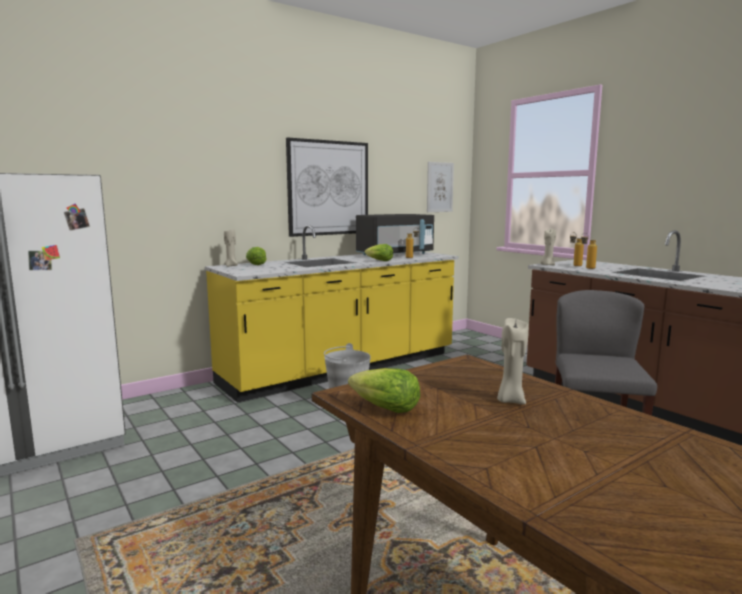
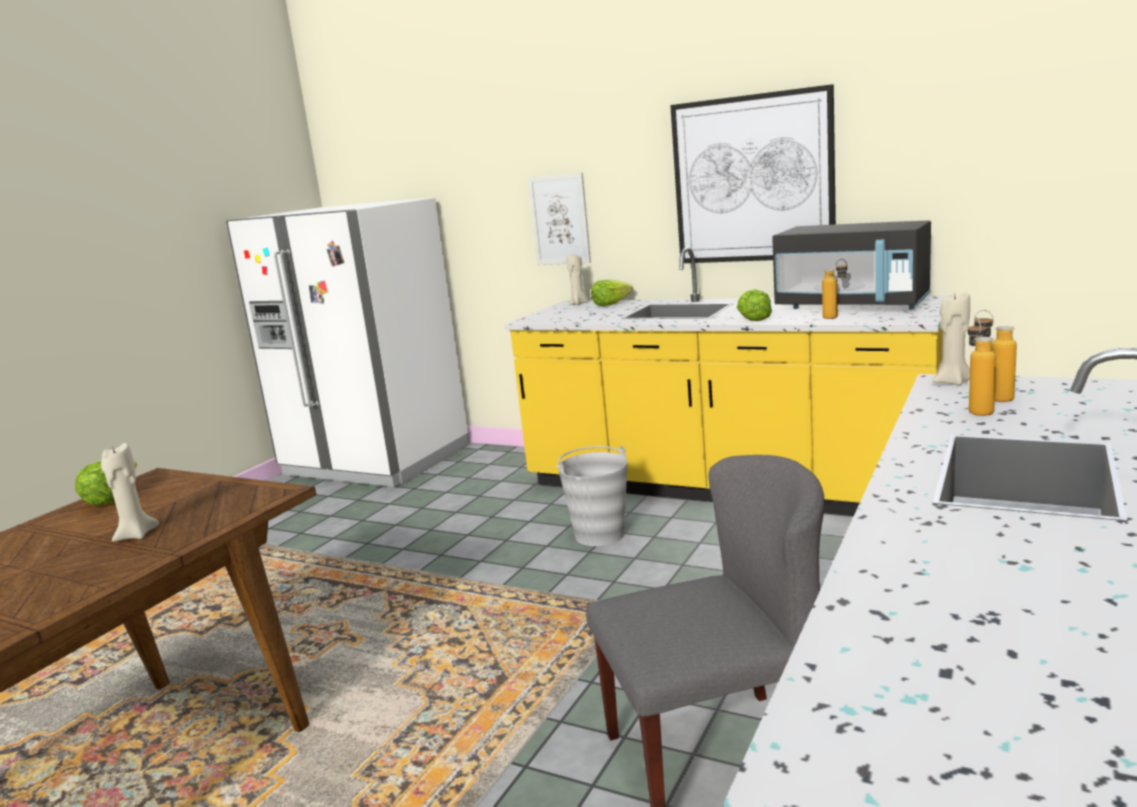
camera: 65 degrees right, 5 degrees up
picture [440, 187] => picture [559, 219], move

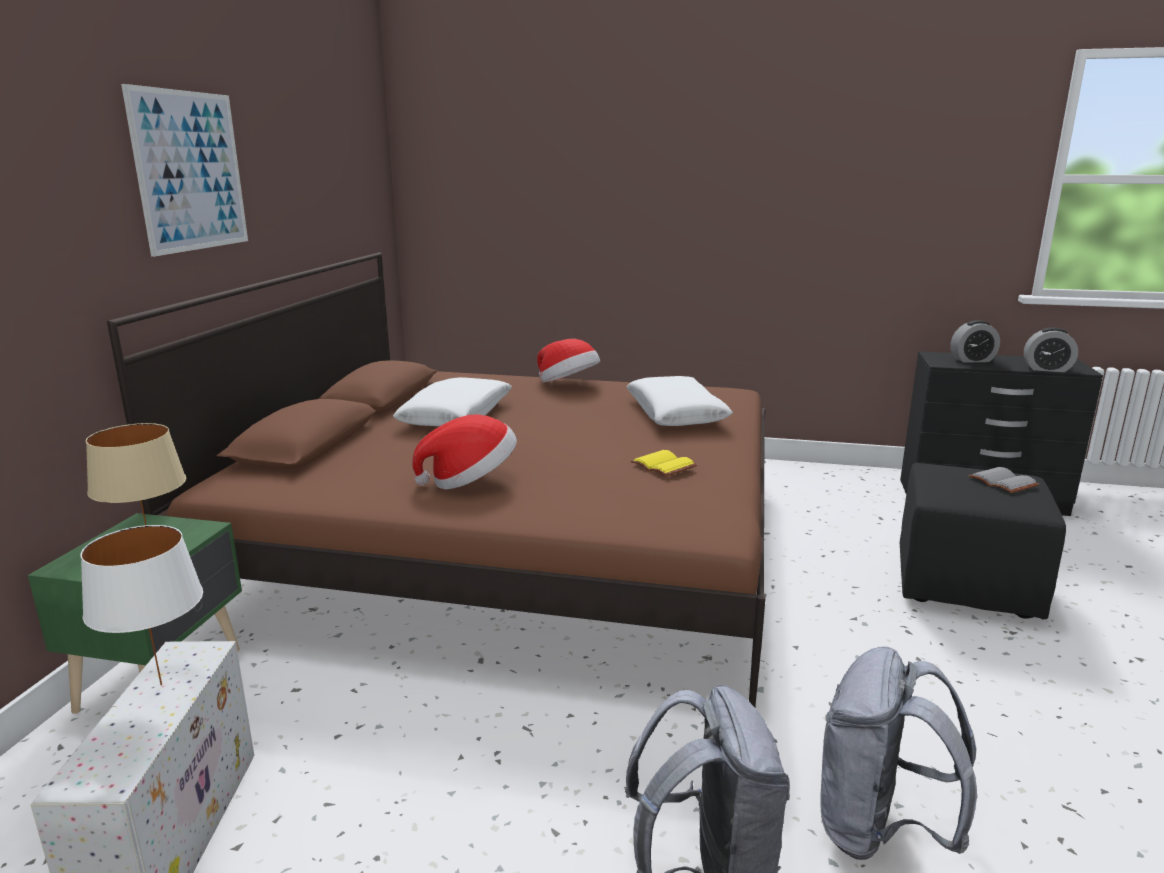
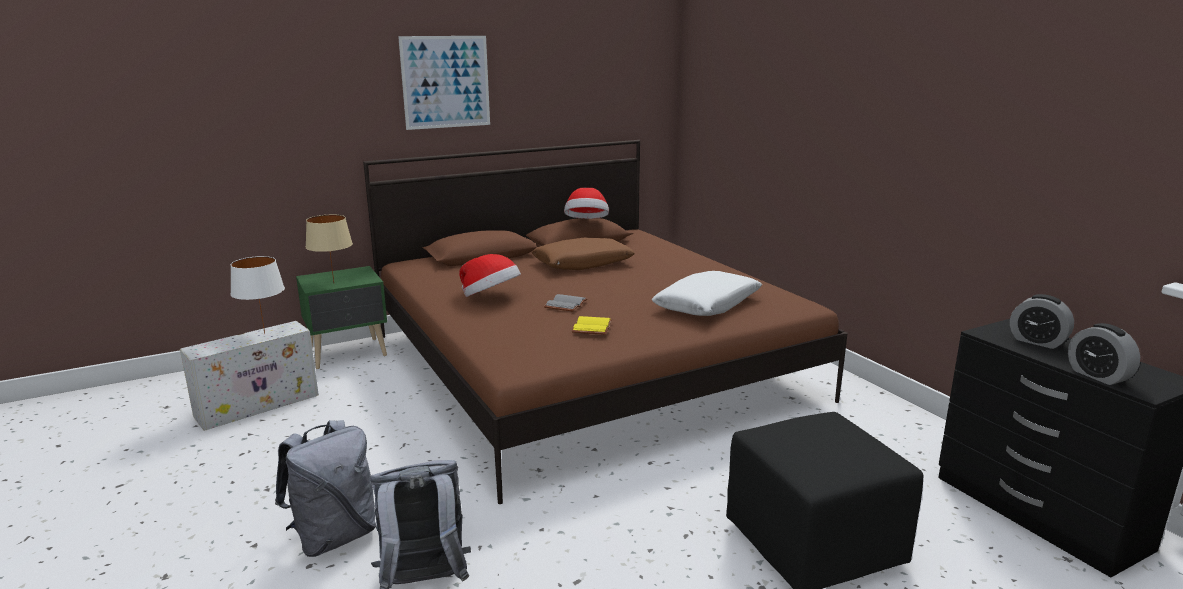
camera: 50 degrees right, 0 degrees up
white_pillow [452, 401] => brown_pillow [583, 253]
grey_book [1003, 480] => grey_book [565, 303], move
hat [568, 361] => hat [586, 203], move

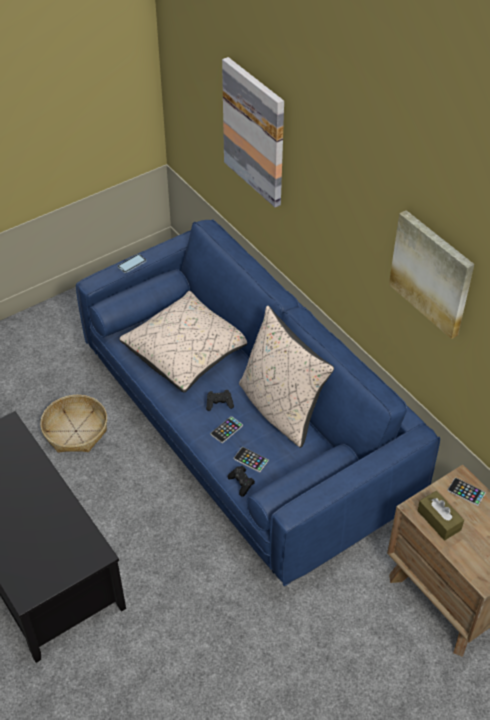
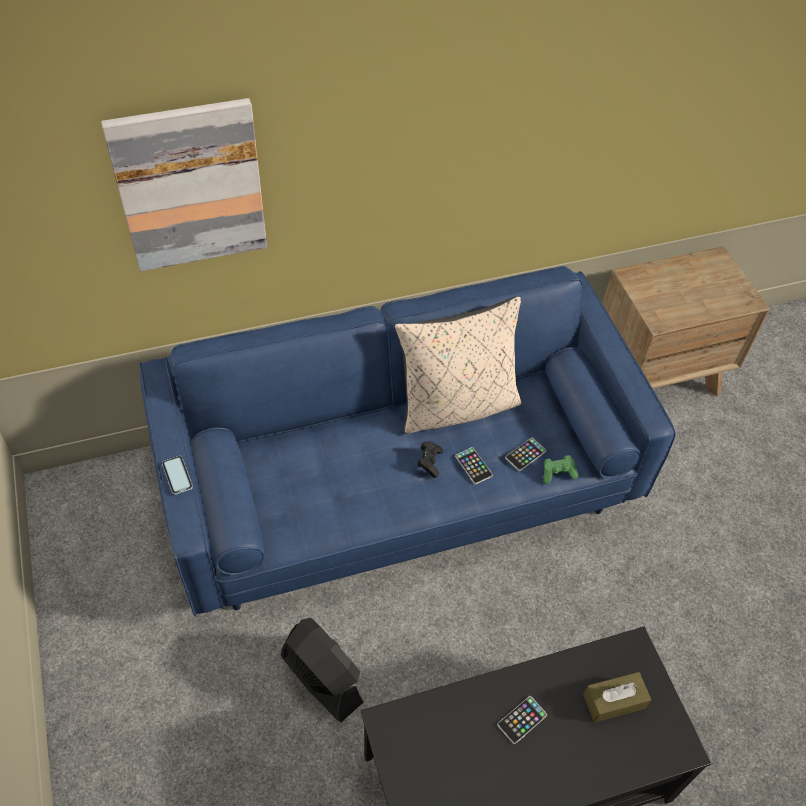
camera: 75 degrees left, 5 degrees up
basket [73, 424] => black_fan [322, 670]
phone [466, 492] => phone [522, 720], move
black_game_controller [241, 481] => green_game_controller [560, 469]
brown_tissue_box [440, 515] => brown_tissue_box [617, 697], move
beige_pillow [183, 341] => nothing
picture [431, 274] => nothing

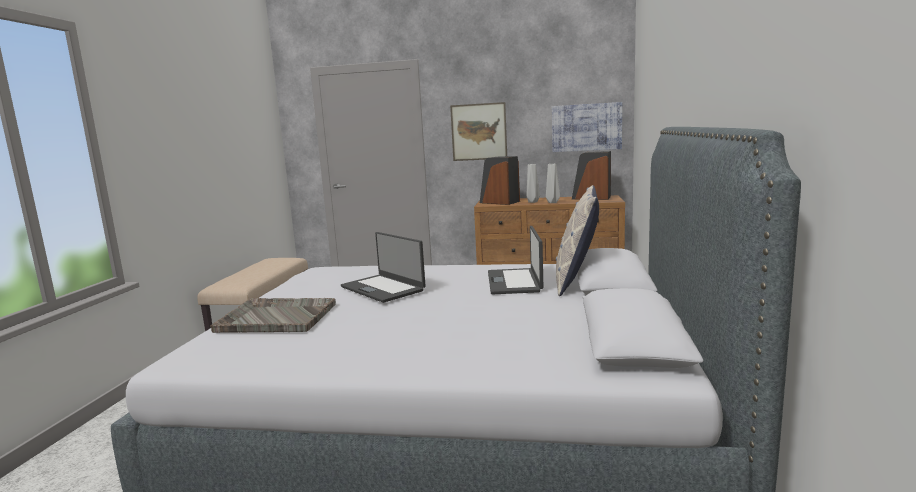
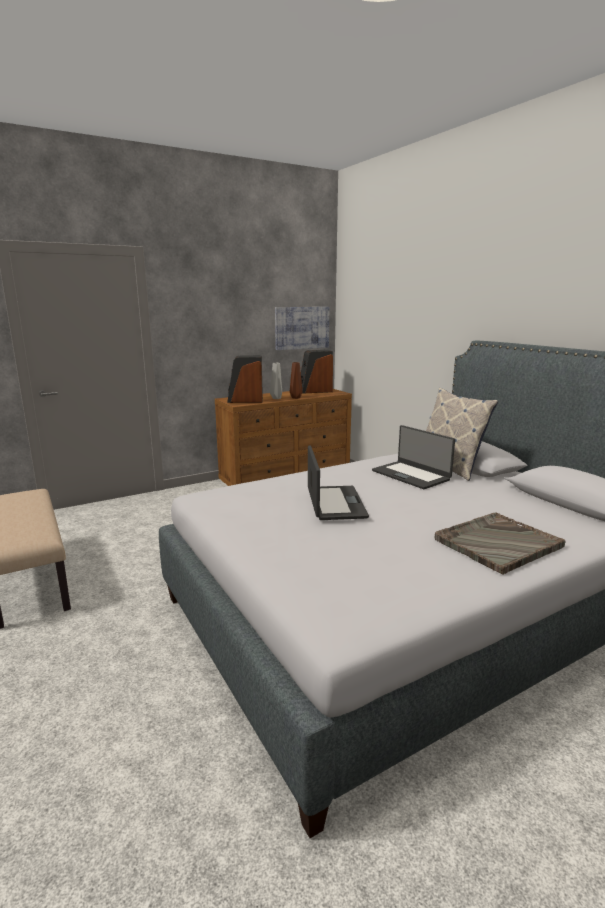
camera: 40 degrees left, 5 degrees up
grey_vase [553, 183] => brown_vase [296, 380]
laptop [383, 267] => laptop [338, 482], 105 degrees counterclockwise
grey_tray [273, 315] => grey_tray [500, 543], move
picture [478, 131] => nothing

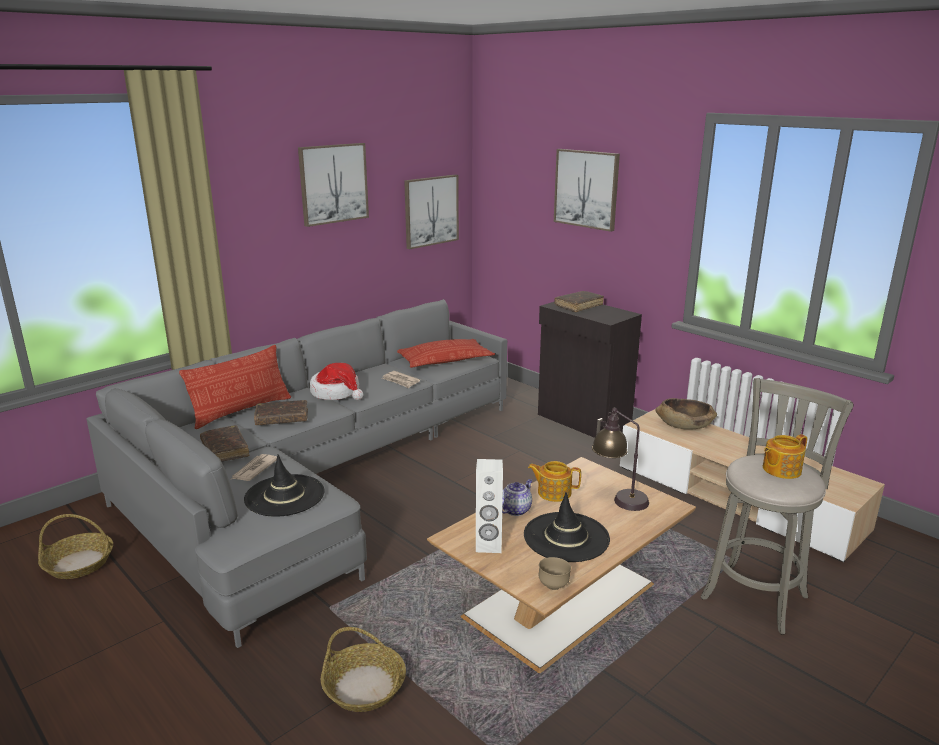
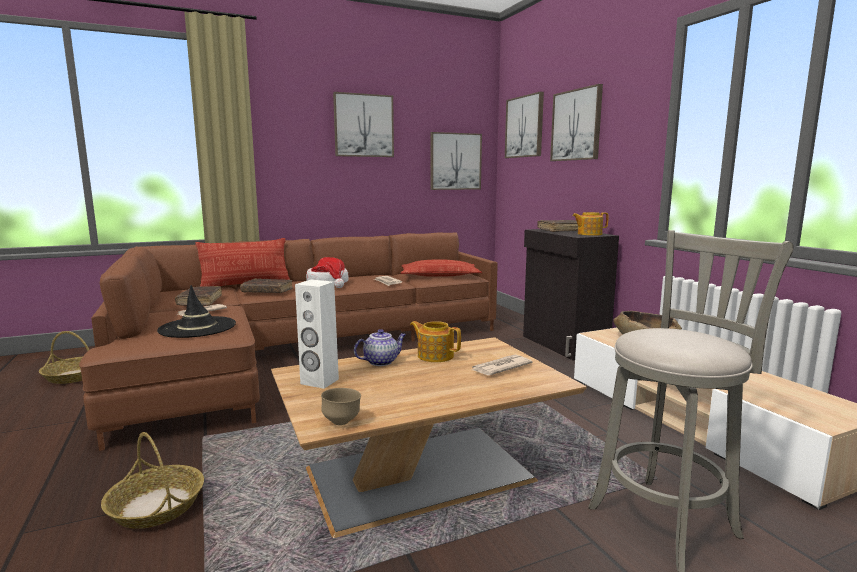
camera: 20 degrees right, 10 degrees down
grey_sofa [296, 473] => brown_sofa [288, 341]
table_lamp [620, 459] => newspaper [502, 365]
nothing => picture [524, 125]
teapot [785, 456] => teapot [590, 224], move
black_hat [567, 527] => nothing

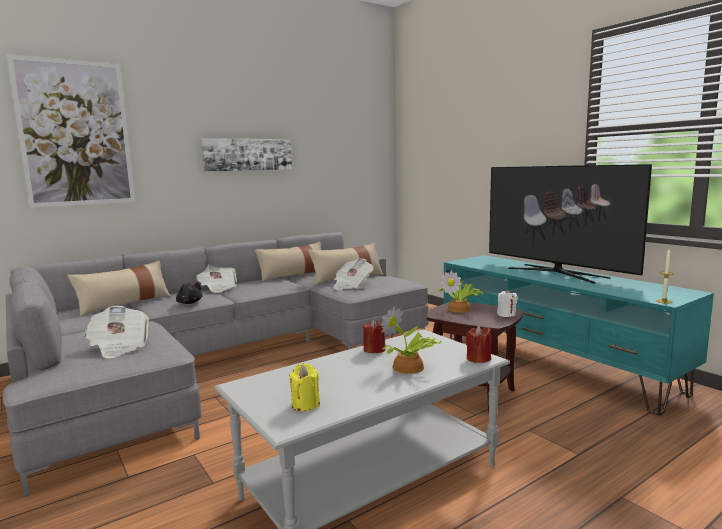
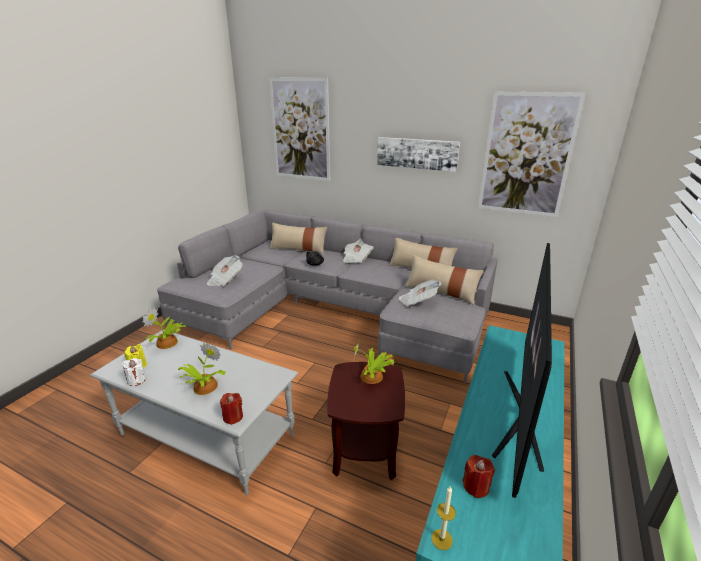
camera: 60 degrees right, 15 degrees up
white_candle [507, 303] => white_candle [134, 372], move
nothing => potted_plant [164, 328]
red_candle [374, 336] => red_candle [478, 476], move
nothing => picture [532, 154]

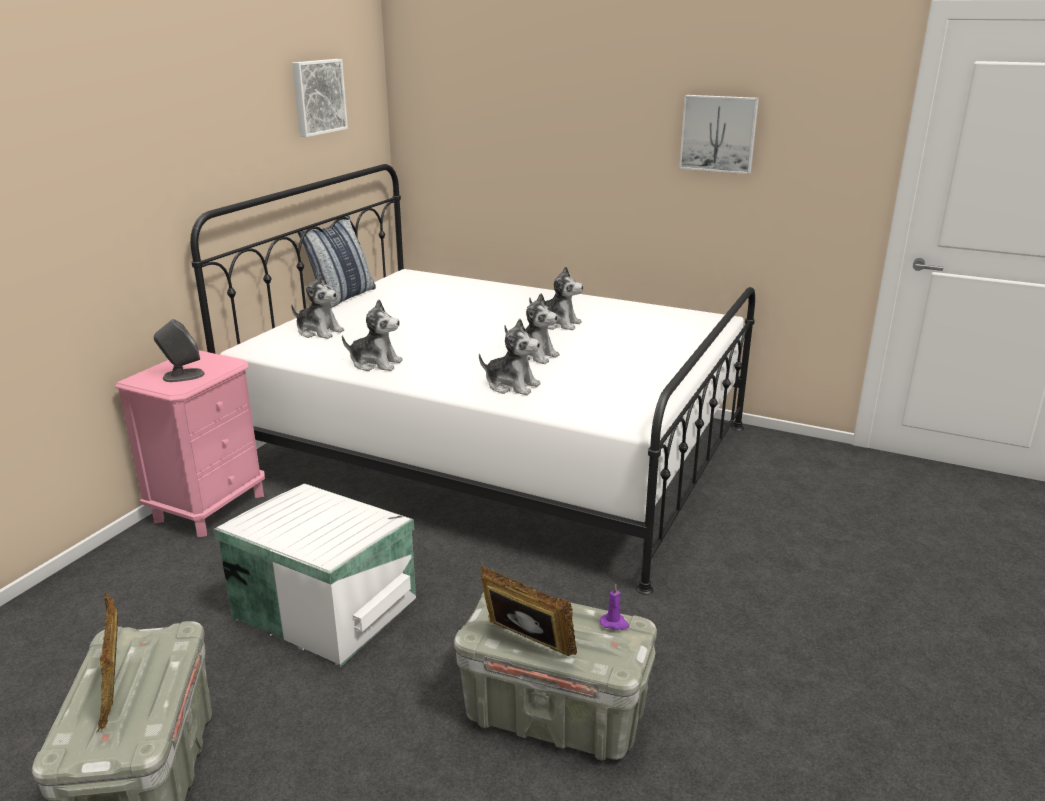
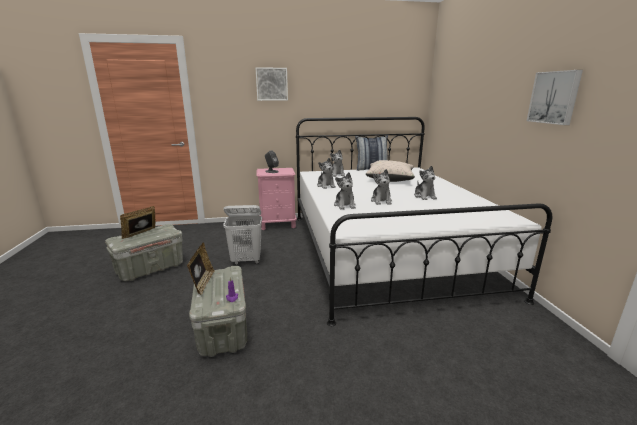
camera: 55 degrees right, 5 degrees down
white_storage_box [315, 575] => white_laundry_basket [242, 235]
picture [320, 98] => picture [272, 84], move
nothing => beige_pillow [390, 171]

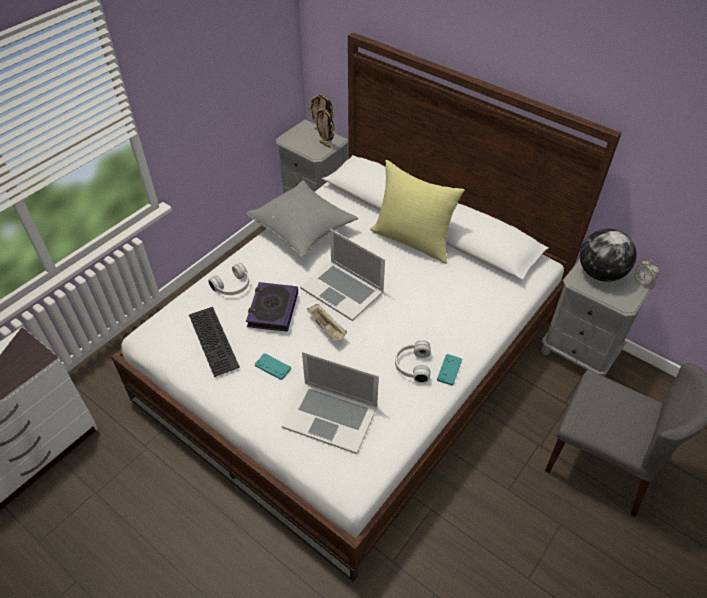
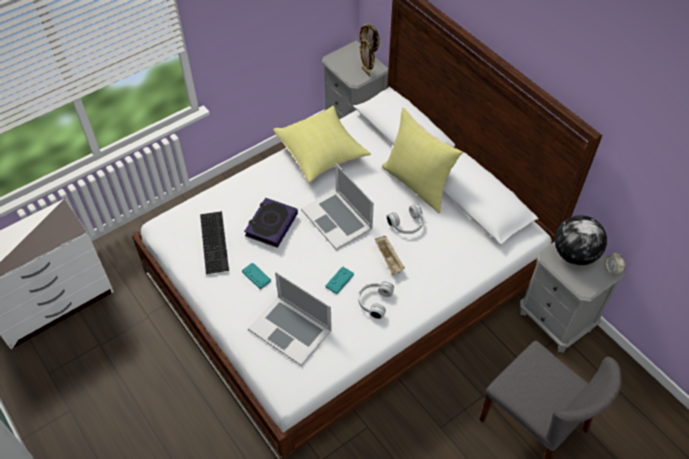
camera: 15 degrees right, 5 degrees up
grey_pillow [302, 218] => yellow_pillow [322, 144]
turquoise_game_controller [449, 369] => turquoise_game_controller [340, 280], move
beige_tray [327, 323] => beige_tray [389, 255], move
white_headphones [228, 279] => white_headphones [405, 219], move

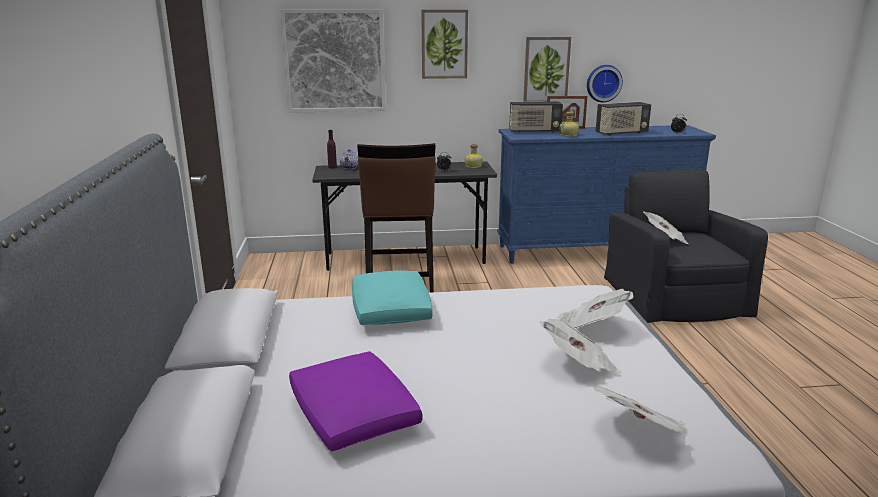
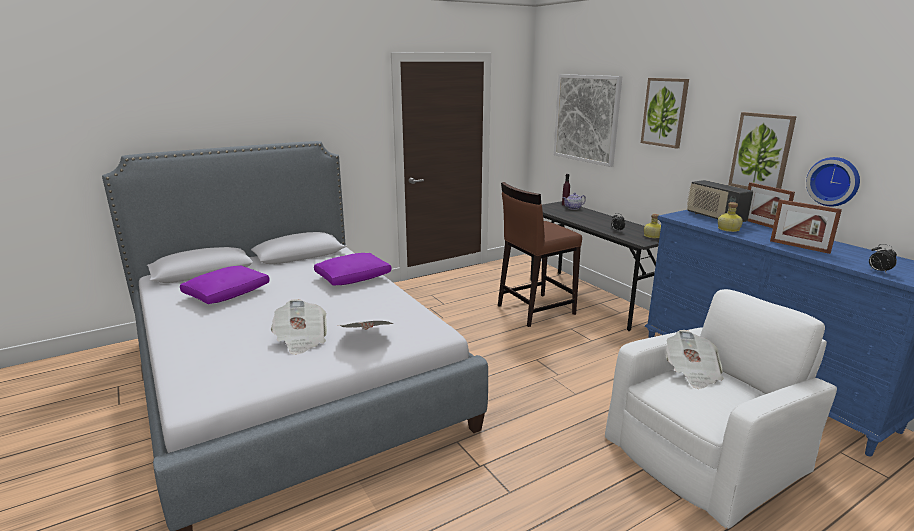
camera: 65 degrees right, 0 degrees up
turquoise_pillow [392, 297] => purple_pillow [352, 269]
black_armchair [686, 246] => white_armchair [721, 409]
radio [623, 119] => picture_frame [806, 226]
newspaper [639, 410] => nothing

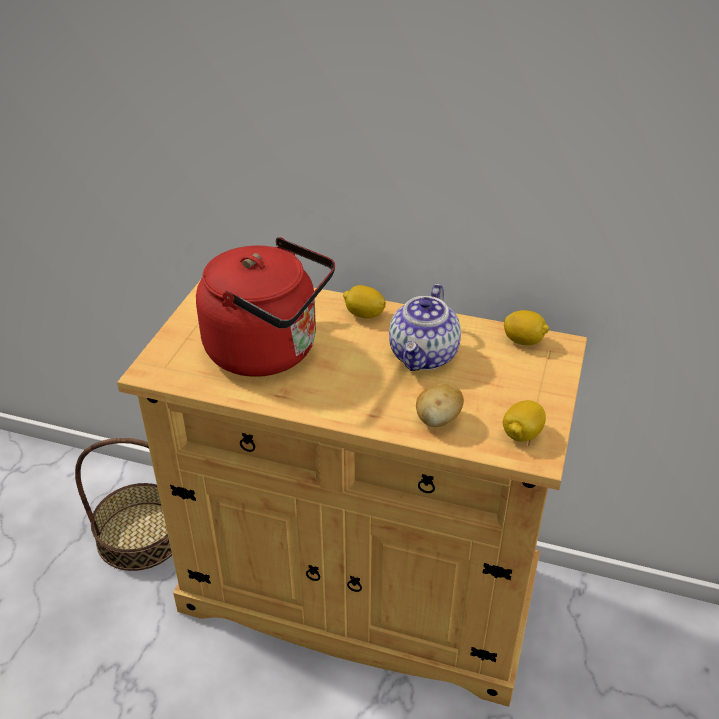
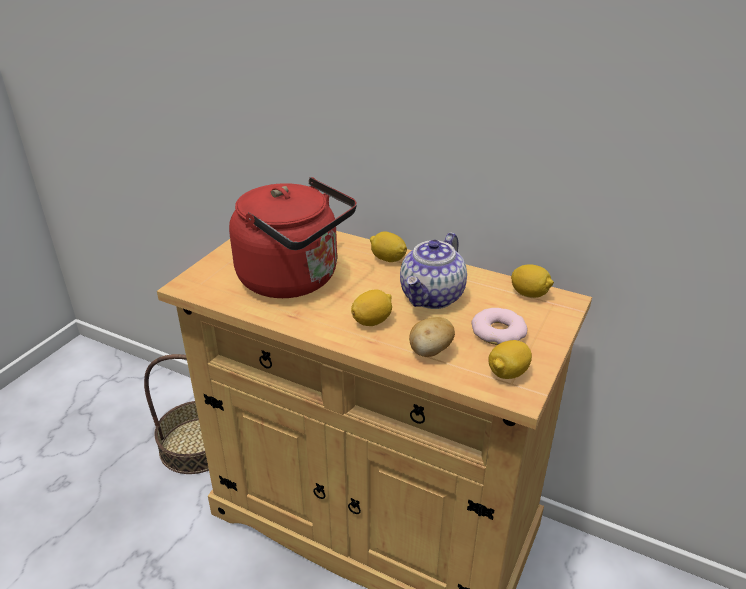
camera: 10 degrees right, 5 degrees down
nothing => lemon [371, 307]
nothing => donut [499, 326]

